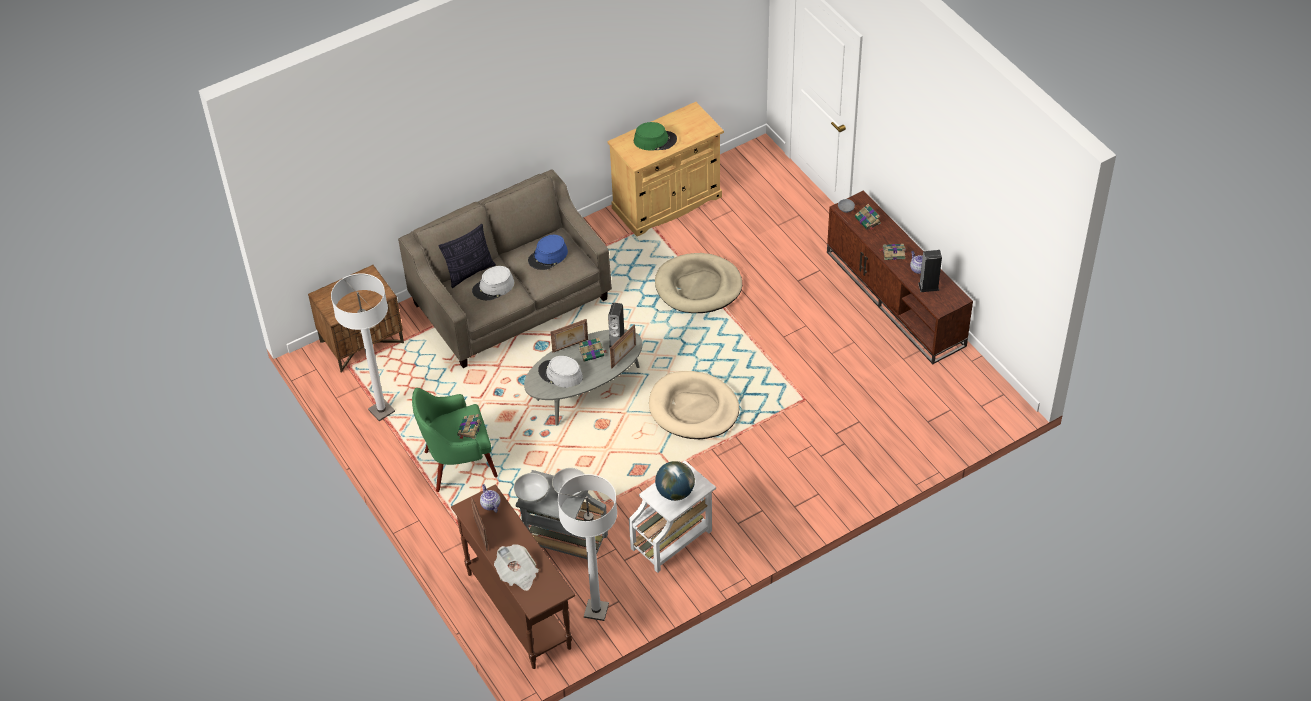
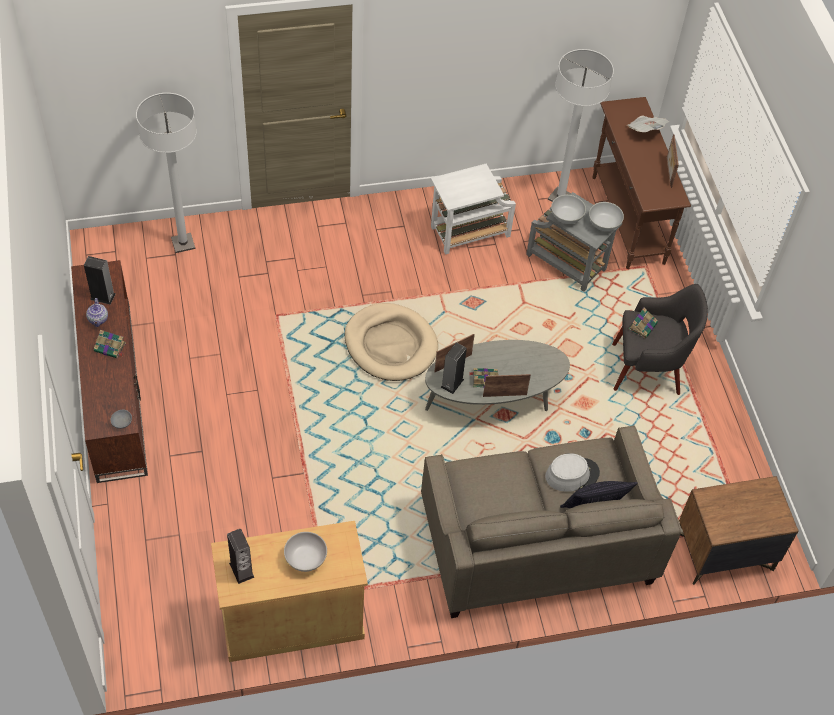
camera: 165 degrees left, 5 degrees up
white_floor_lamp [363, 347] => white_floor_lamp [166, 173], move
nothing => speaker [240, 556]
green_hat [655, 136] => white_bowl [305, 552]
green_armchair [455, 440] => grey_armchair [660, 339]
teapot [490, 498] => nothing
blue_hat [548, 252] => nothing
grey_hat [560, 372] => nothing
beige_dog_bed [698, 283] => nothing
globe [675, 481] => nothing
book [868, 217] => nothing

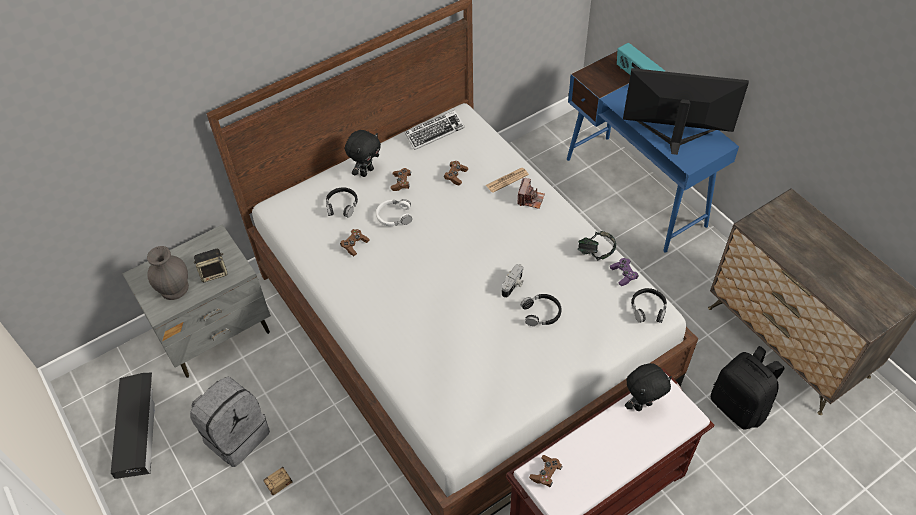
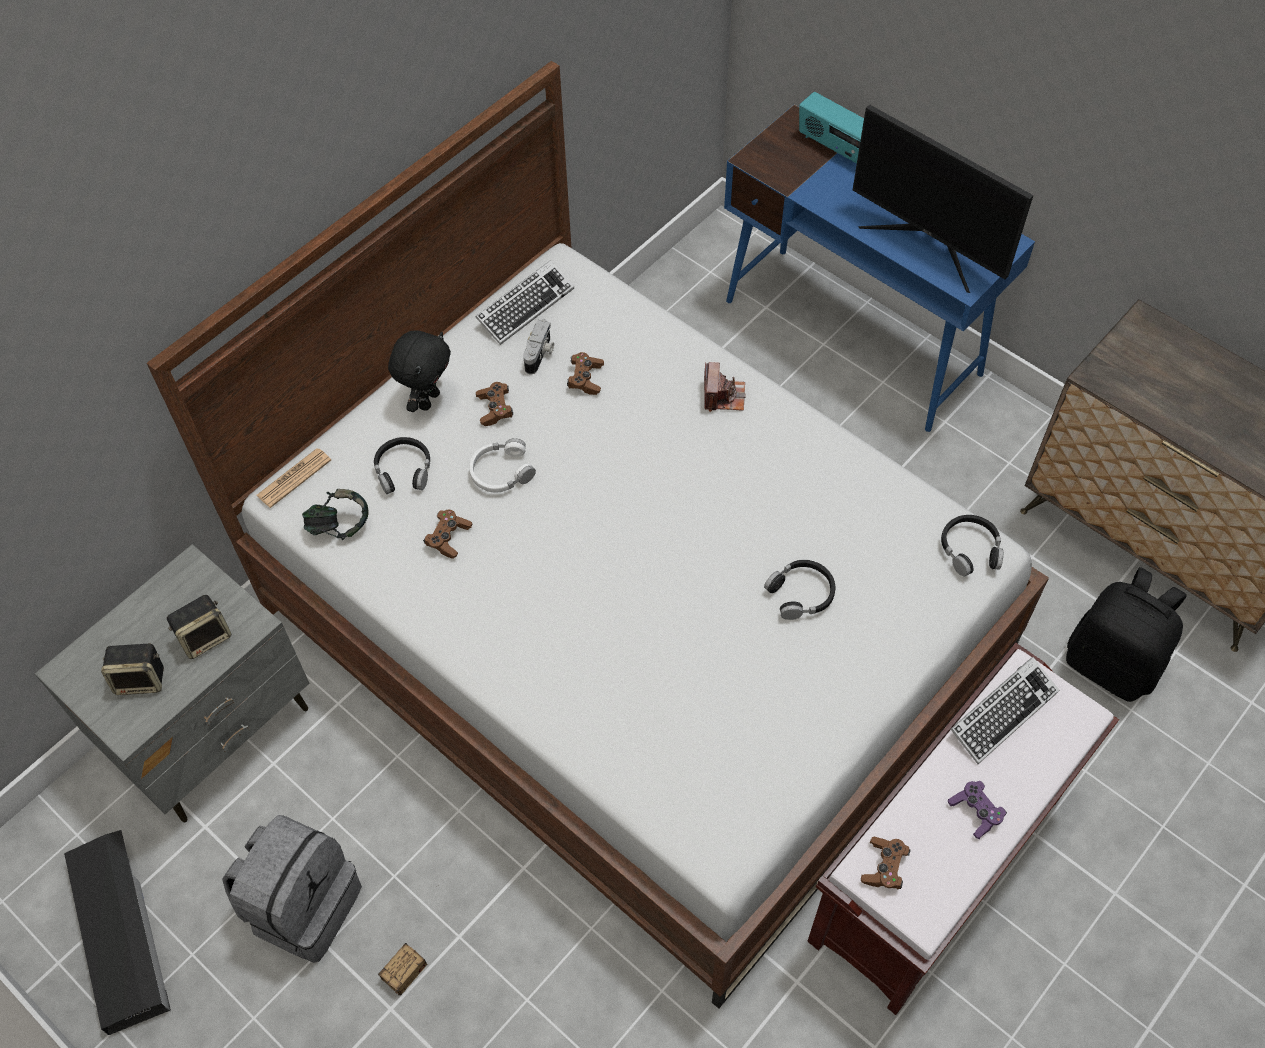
camera: 15 degrees left, 5 degrees up
grey_vase [168, 273] => speaker [132, 669]
newspaper [507, 180] => newspaper [293, 478], move
headphones [597, 245] => headphones [335, 514], move
photo_camera [513, 281] => photo_camera [538, 347], move
monitor [686, 111] => monitor [943, 199], 135 degrees counterclockwise
purple_game_controller [624, 272] => purple_game_controller [977, 810], move
black_plush_toy [648, 387] => keyboard [1005, 710]

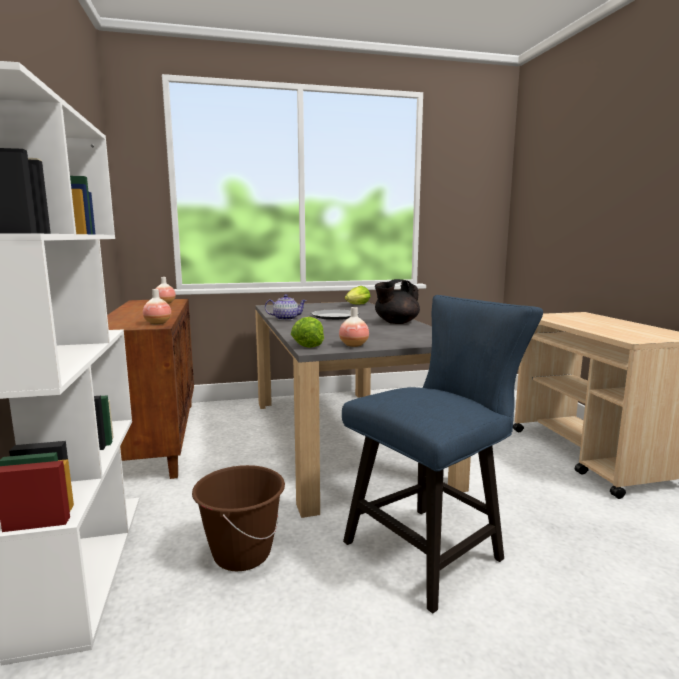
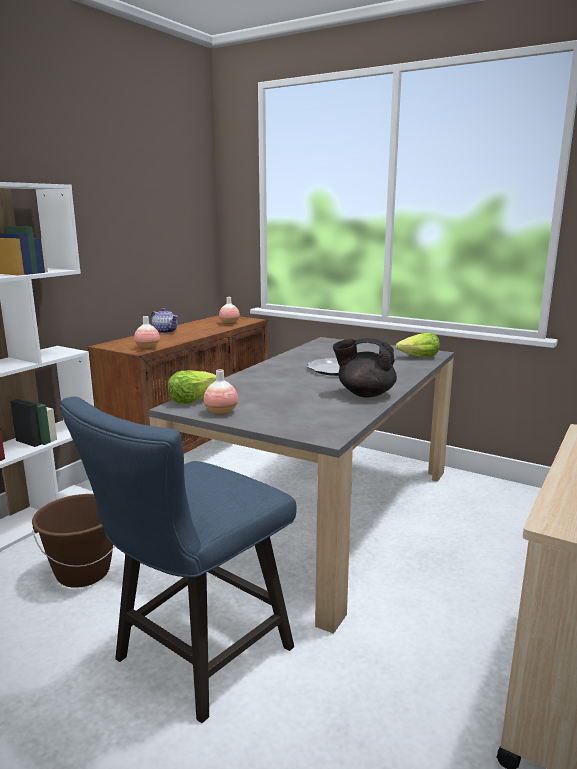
camera: 45 degrees right, 5 degrees up
blue_chair [442, 454] => blue_chair [178, 559], 120 degrees clockwise
teapot [286, 307] => teapot [164, 321], move

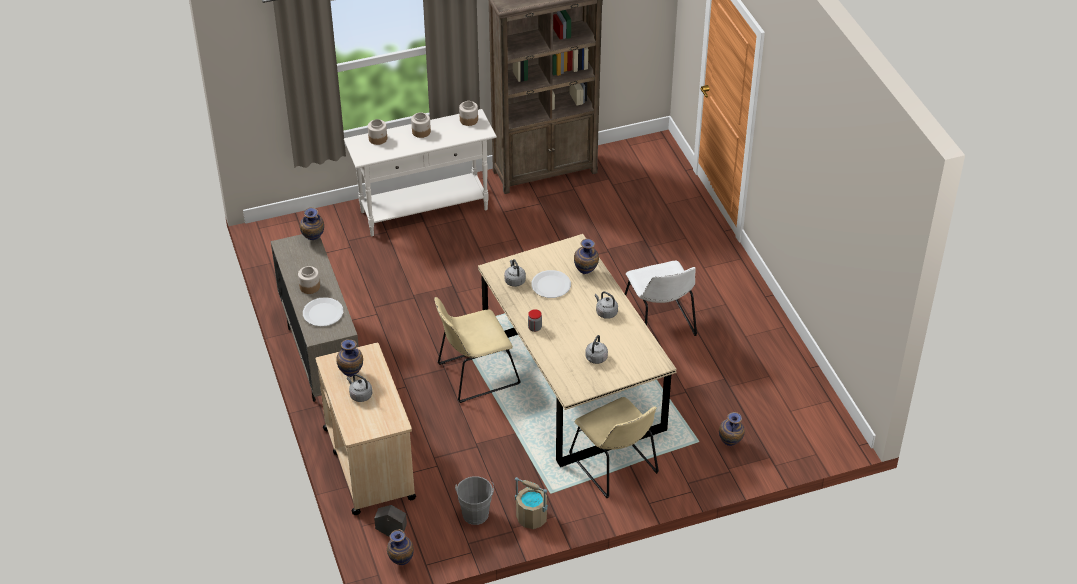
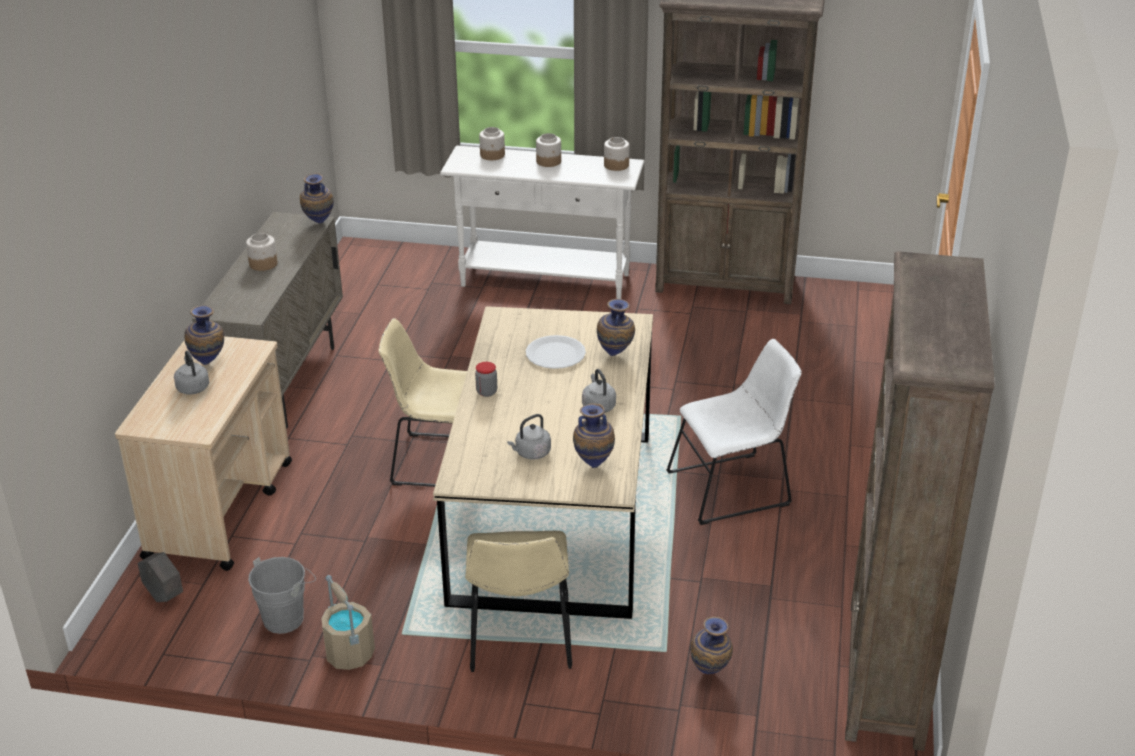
camera: 30 degrees right, 10 degrees down
vase [400, 547] => vase [594, 435], move
white_chair [661, 298] => white_chair [734, 432], 120 degrees counterclockwise
nothing => brown_bookcase [920, 501]
white_plate [323, 312] => nothing
grey_kettle [515, 273] => nothing

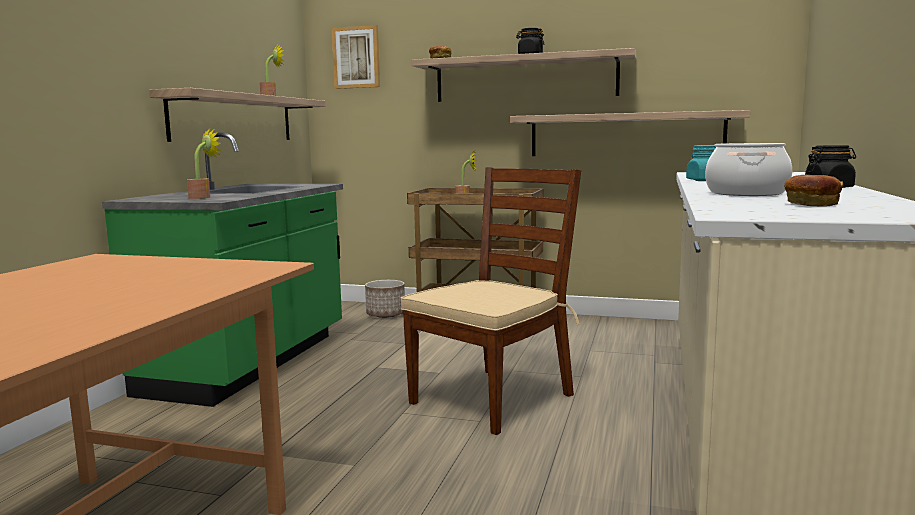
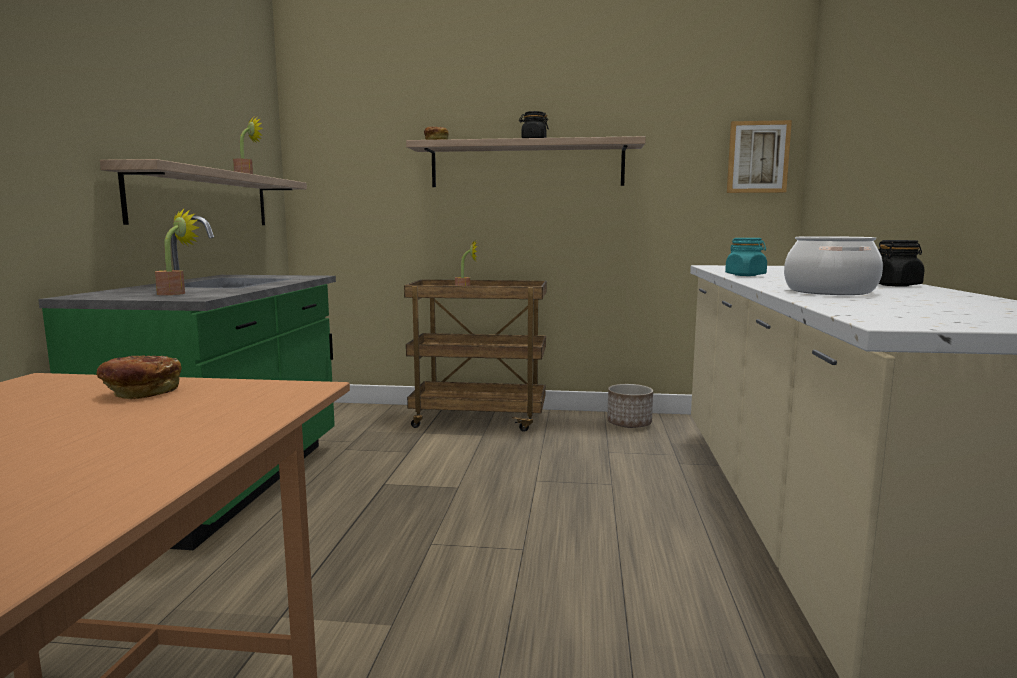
camera: 10 degrees left, 0 degrees up
bread [814, 191] => bread [139, 377], move
planter [385, 299] => planter [630, 406], move
picture [356, 57] => picture [759, 156], move
brown_chair [491, 301] => nothing
shelf [630, 133] => nothing

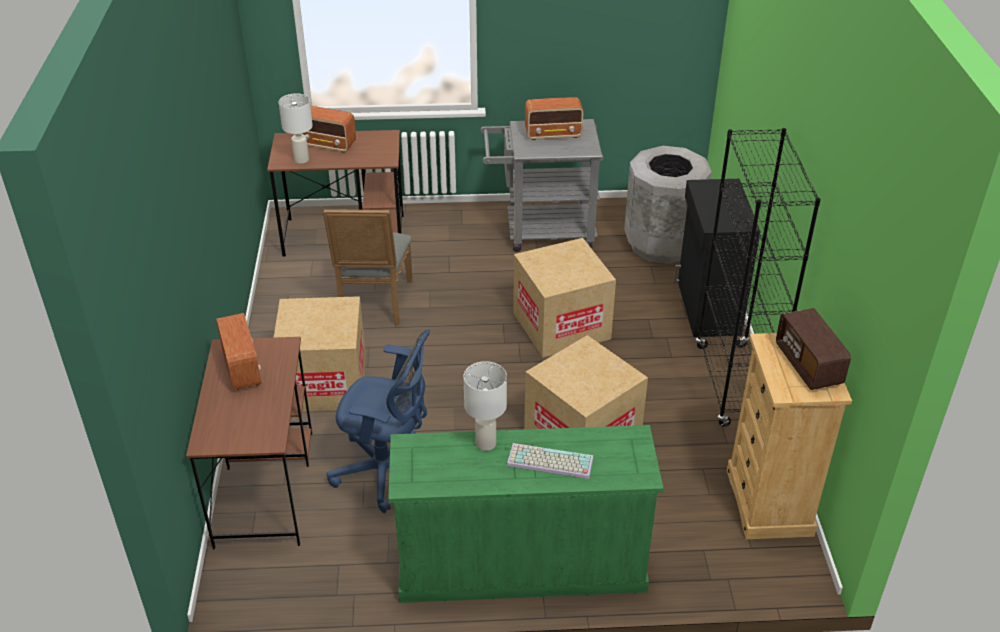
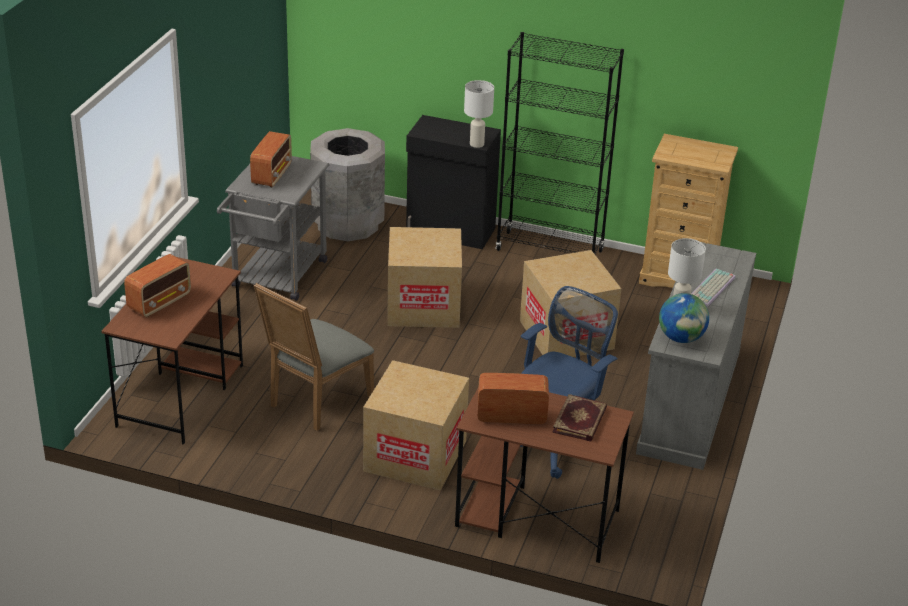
camera: 70 degrees left, 5 degrees down
grey_chair [367, 267] => grey_chair [314, 357], 105 degrees clockwise
white_table_lamp [295, 128] => white_table_lamp [479, 114], move
nothing => book [579, 418]
green_dresser [526, 514] => grey_dresser [696, 356]
nothing => globe [684, 318]
radio [813, 349] => nothing

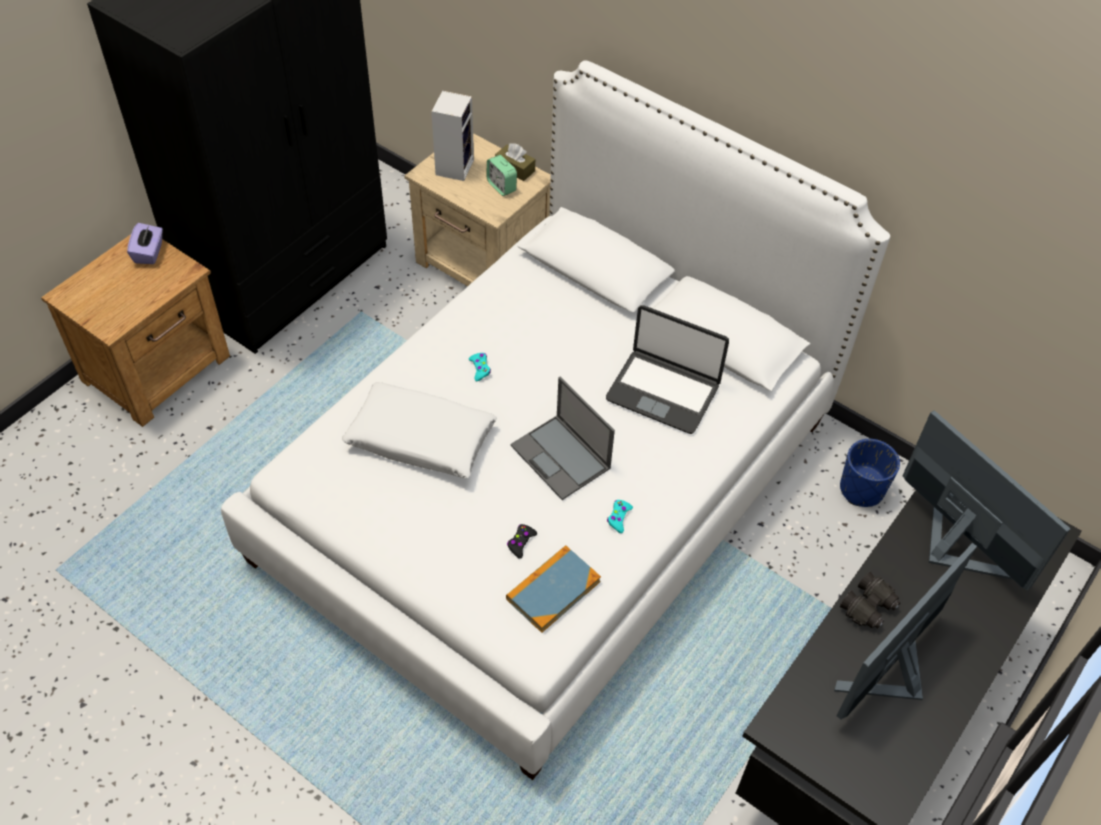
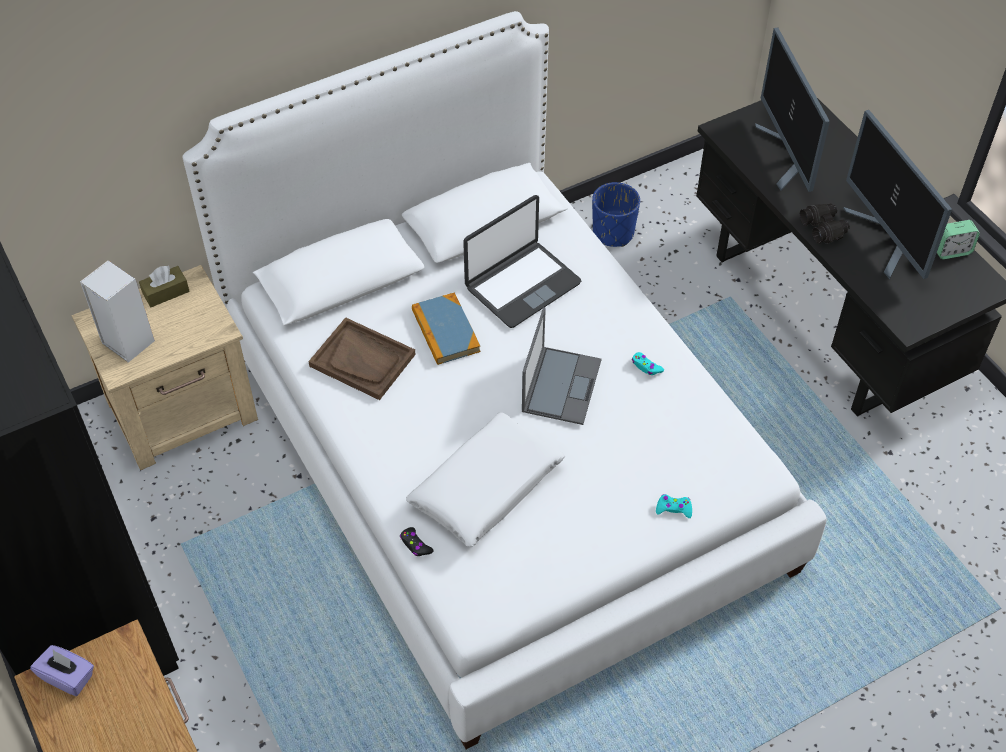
camera: 65 degrees left, 0 degrees up
nothing => brown_tray [362, 358]
black_game_controller [522, 541] => black_game_controller [416, 541], move
book [553, 589] => book [446, 328], move
laptop [562, 438] => laptop [561, 366], 60 degrees counterclockwise
turquoise_game_controller [480, 367] => turquoise_game_controller [674, 506], move
monitor [986, 500] => monitor [792, 109], 90 degrees counterclockwise
alarm_clock [501, 175] => alarm_clock [958, 239], move

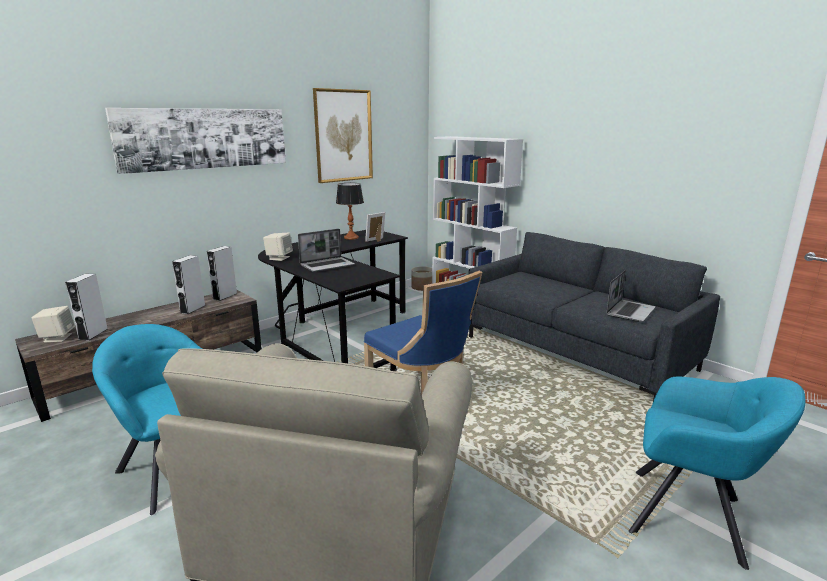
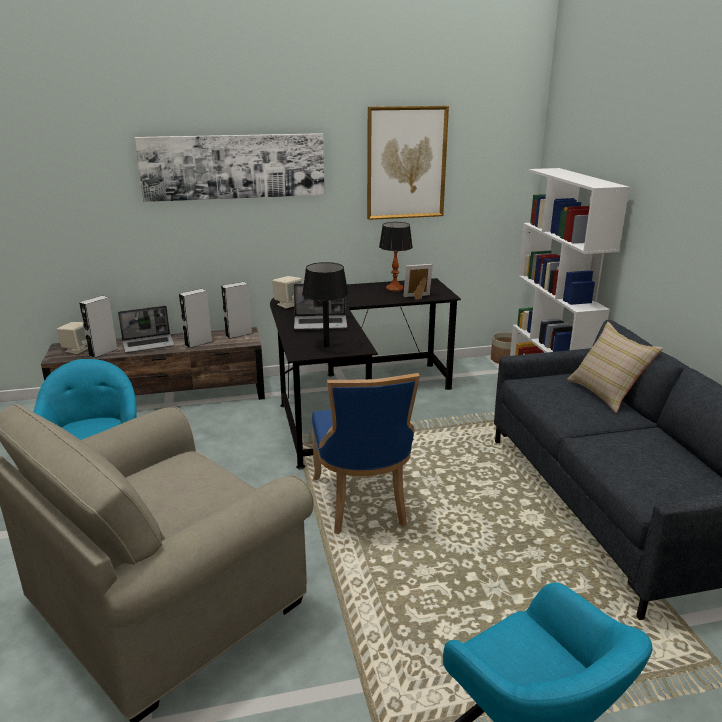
camera: 30 degrees right, 5 degrees up
laptop [631, 296] => laptop [146, 329], move
nothing => black_table_lamp [325, 304]
nothing => beige_pillow [615, 367]

